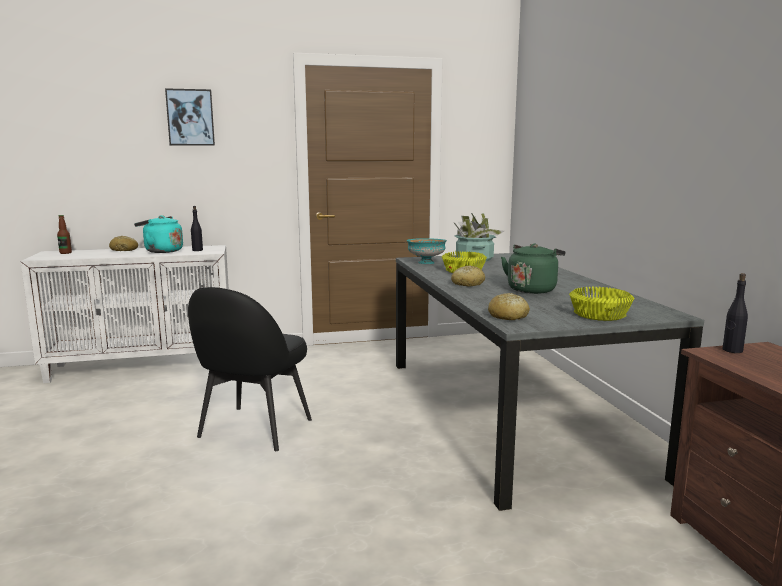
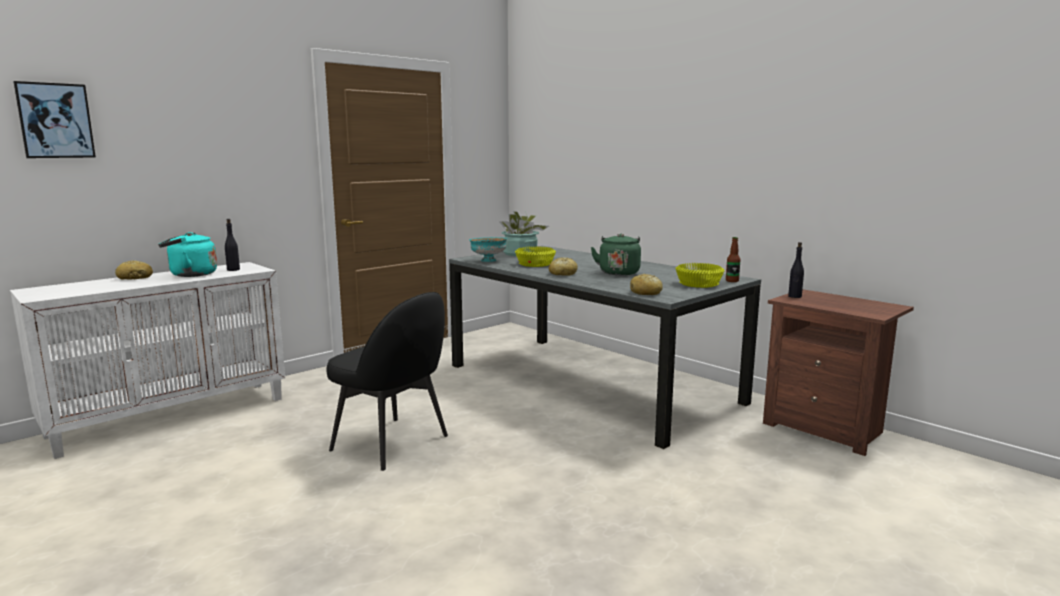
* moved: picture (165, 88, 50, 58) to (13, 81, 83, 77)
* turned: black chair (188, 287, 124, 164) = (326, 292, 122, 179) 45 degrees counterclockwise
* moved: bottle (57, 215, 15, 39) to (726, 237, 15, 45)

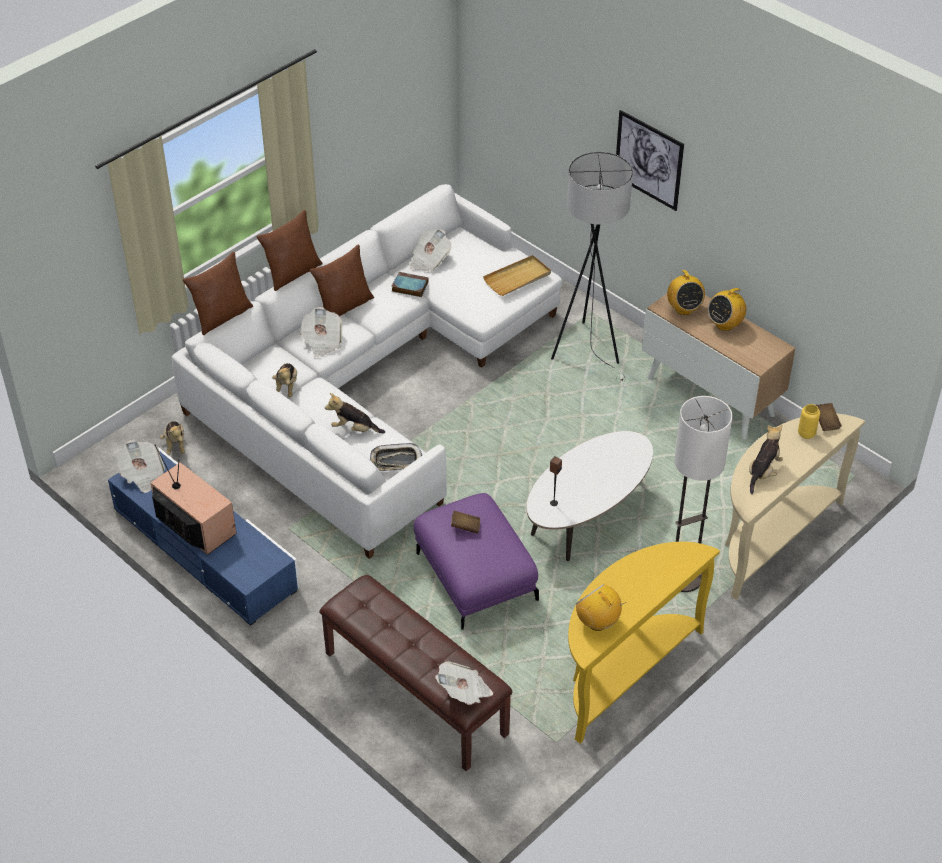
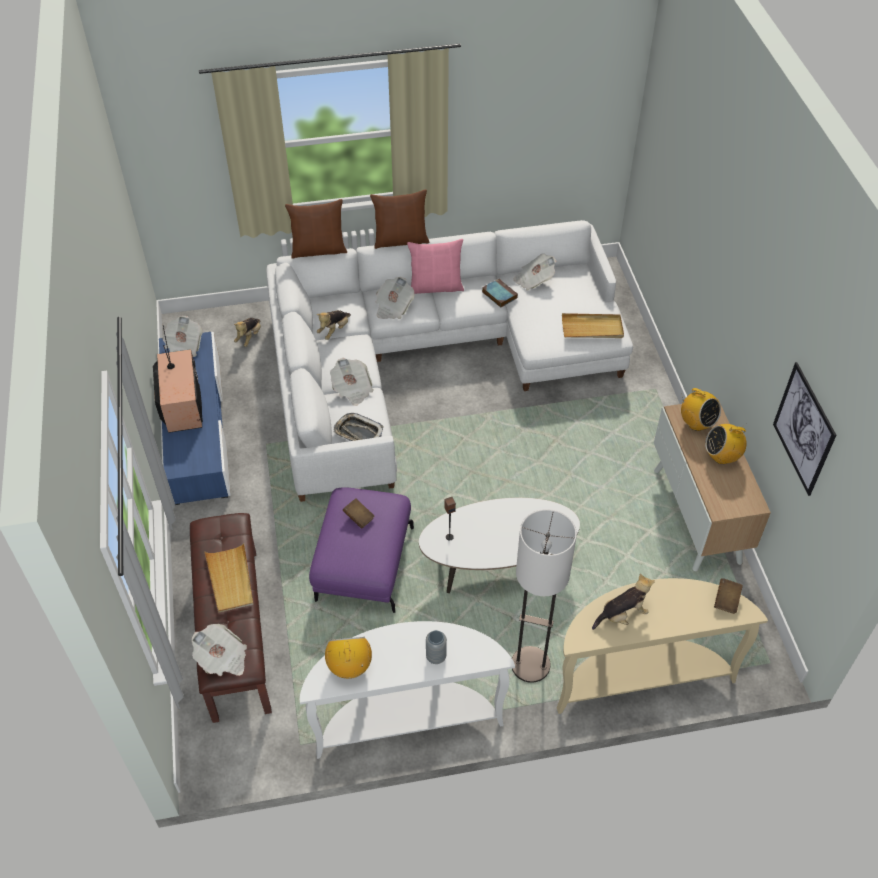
* added: beige tray (205, 543, 48, 70)
* recoloured: yellow console table (568, 542, 152, 202) to white console table (300, 621, 215, 138)
* replaced: plush toy (325, 393, 60, 40) to newspaper (330, 358, 44, 48)
* recoloured: brown pillow (310, 245, 64, 71) to pink pillow (407, 239, 57, 55)
* added: grey vase (426, 630, 21, 34)
* turned: radio (667, 270, 38, 45) = (681, 388, 40, 43) 60 degrees counterclockwise
* moved: picture (616, 110, 68, 101) to (773, 362, 63, 134)
* removed: grey floor lamp (551, 152, 82, 230)
* removed: yellow vase (798, 404, 22, 35)

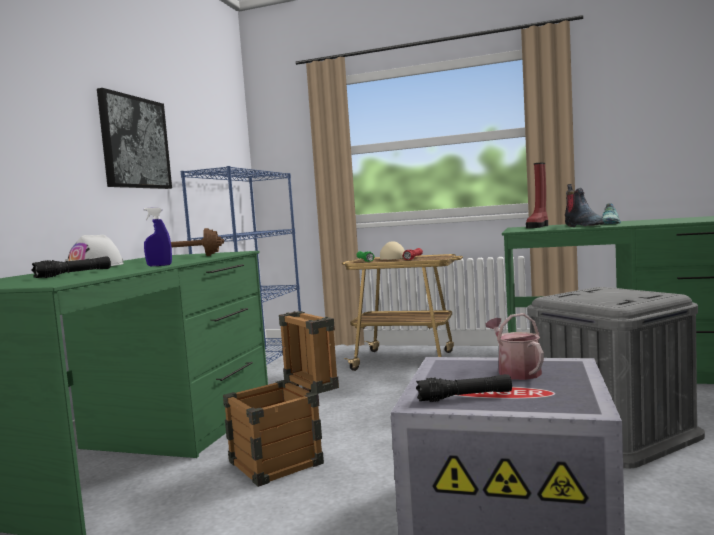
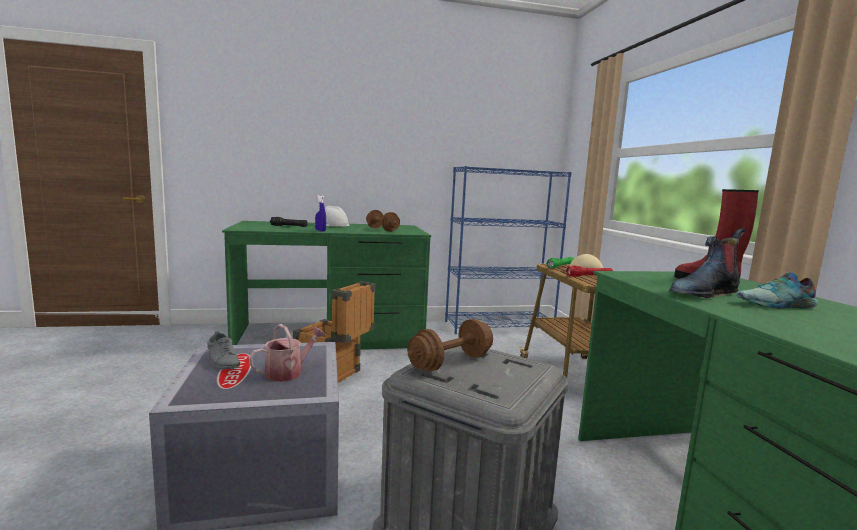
* replaced: black flashlight (416, 374, 96, 28) to grey shoe (207, 331, 33, 39)
* added: brown dumbbell (407, 319, 86, 53)
* removed: picture (97, 88, 75, 101)

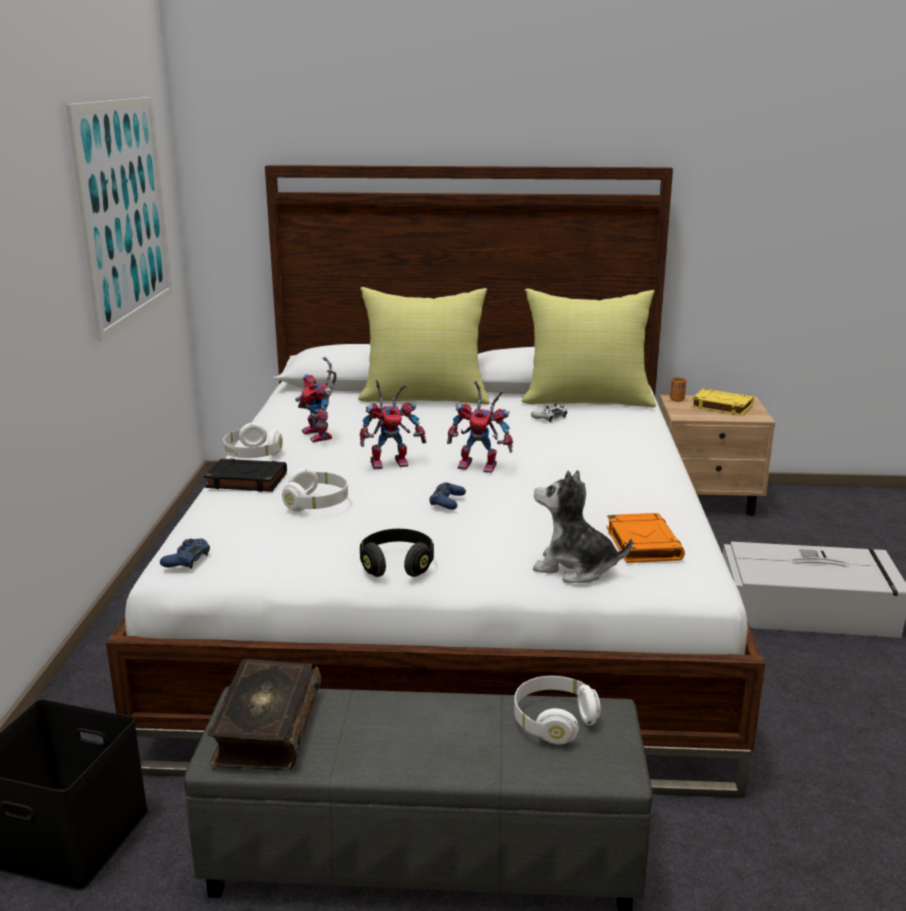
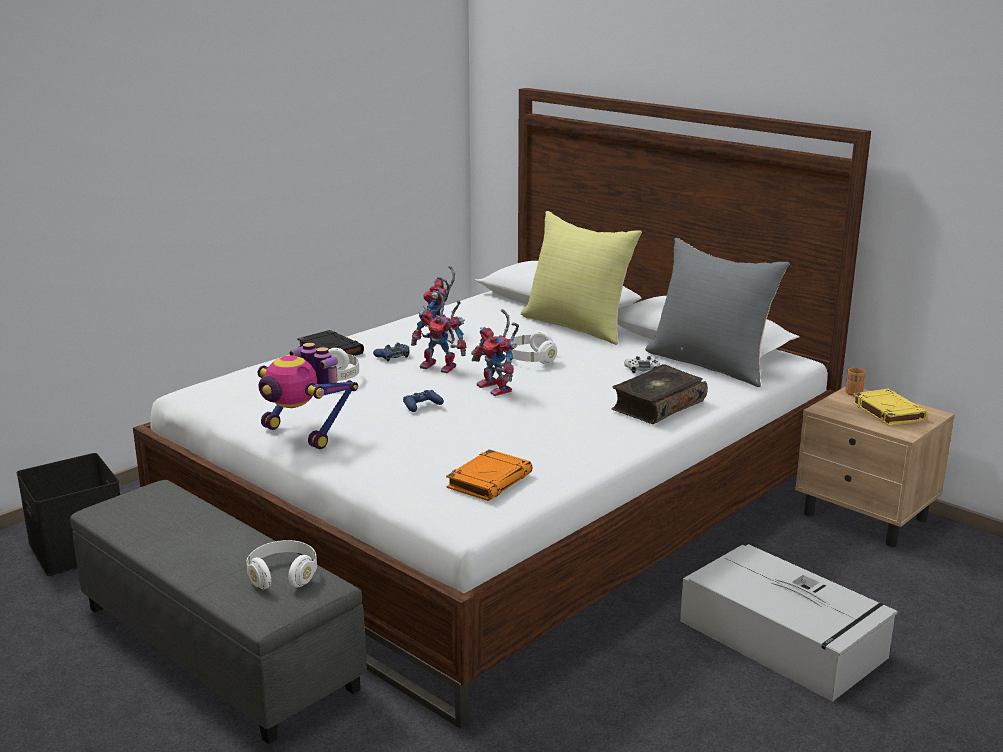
* replaced: black headphones (360, 529, 74, 48) to toy robot (258, 343, 100, 106)
* moved: blue game controller (160, 539, 50, 30) to (373, 343, 37, 18)
* moved: white headphones (223, 423, 60, 35) to (511, 331, 46, 33)
* moved: book (208, 659, 113, 112) to (611, 364, 97, 60)
* recoloured: yellow pillow (521, 288, 135, 119) to grey pillow (645, 238, 144, 149)
* removed: picture (66, 97, 107, 245)
* removed: plush toy (533, 470, 99, 113)

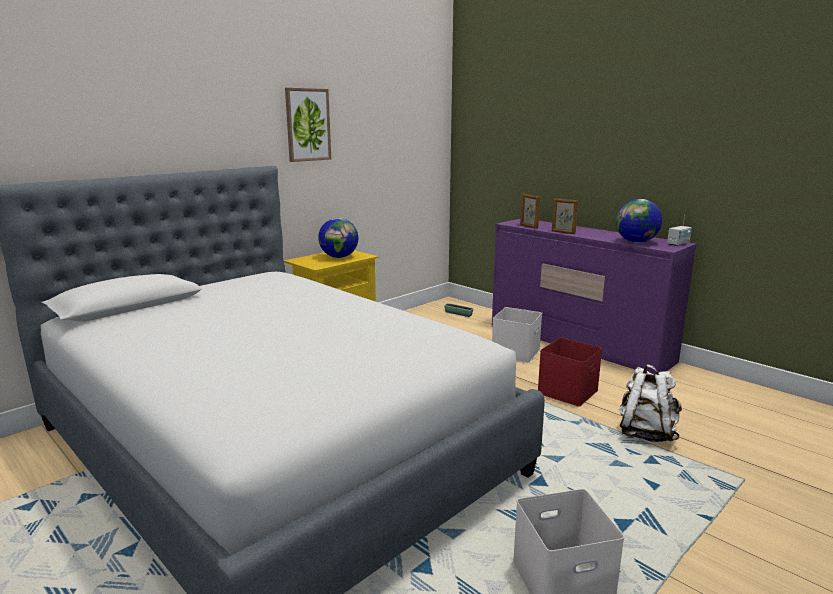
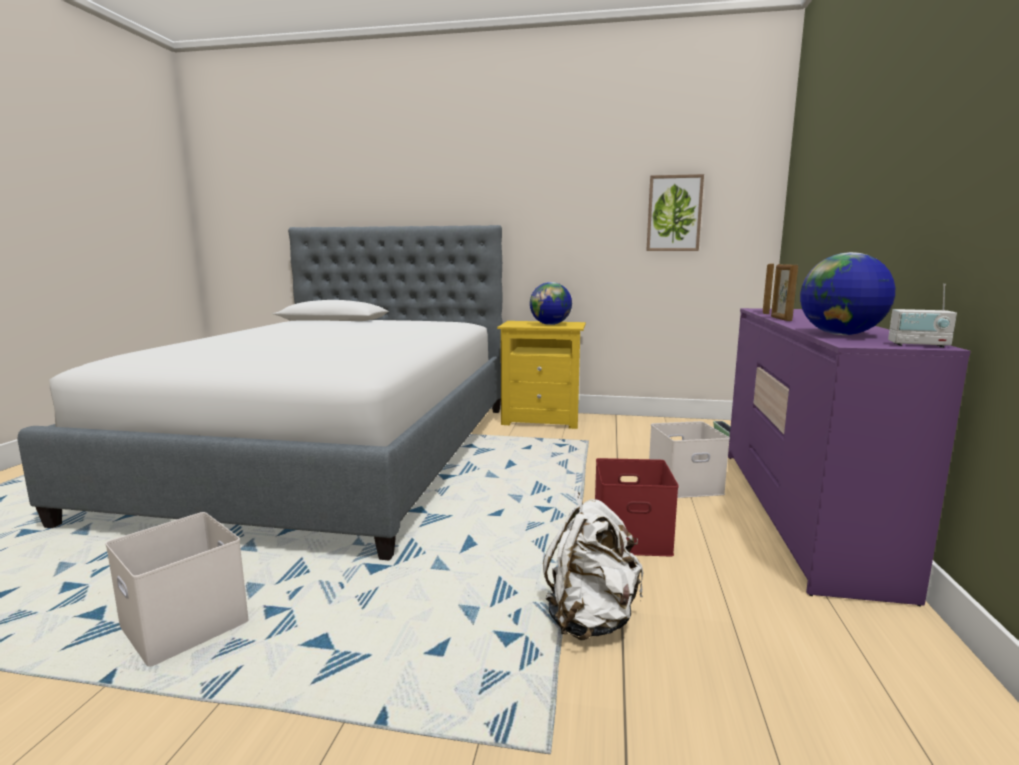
* moved: picture (285, 88, 46, 74) to (646, 174, 58, 77)

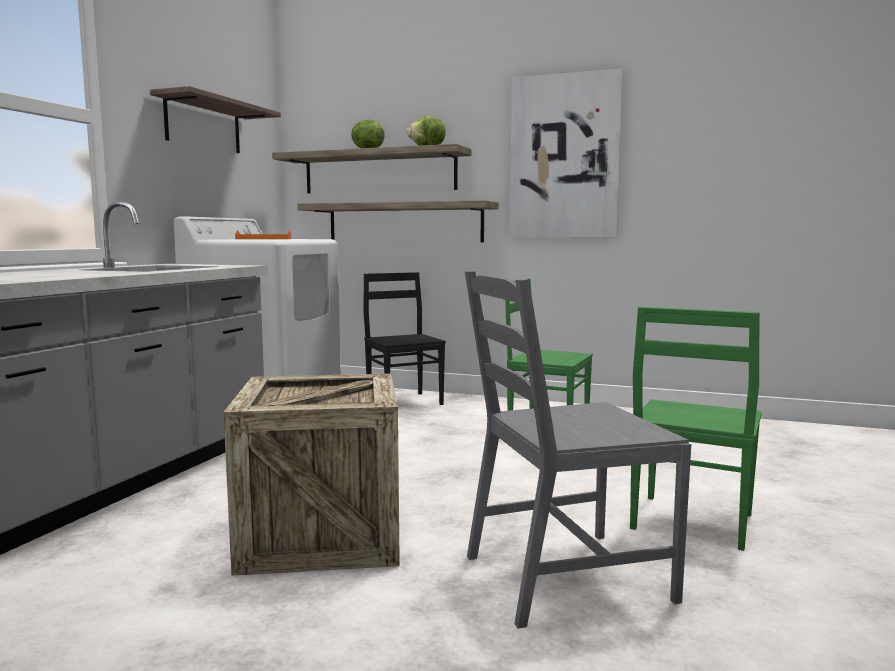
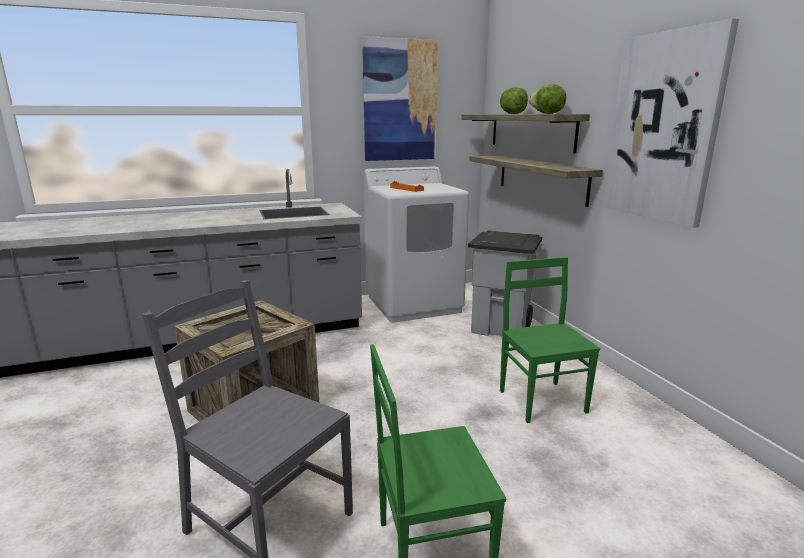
* replaced: shelf (150, 86, 131, 67) to picture (362, 36, 76, 125)
* replaced: black chair (363, 272, 83, 133) to grey trash can (468, 230, 74, 106)

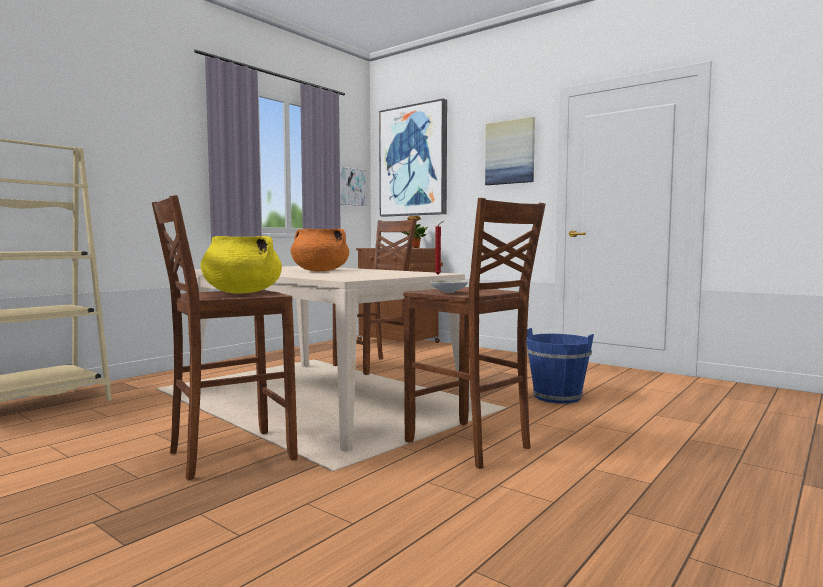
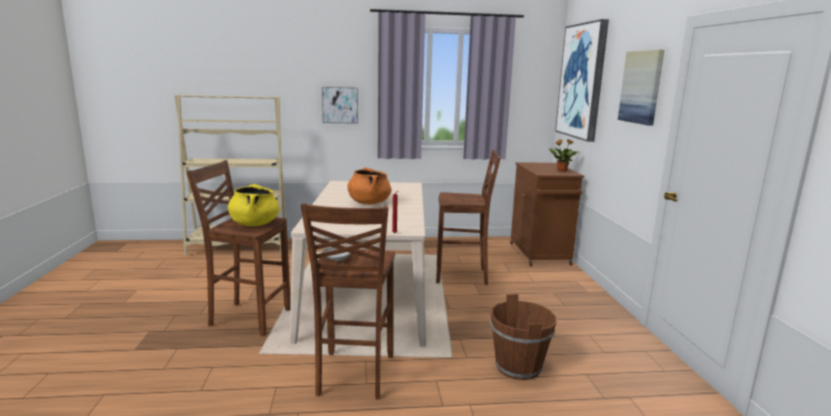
* moved: picture (340, 167, 26, 39) to (322, 87, 36, 37)
* recoloured: blue bucket (527, 328, 67, 76) to brown bucket (490, 294, 66, 86)

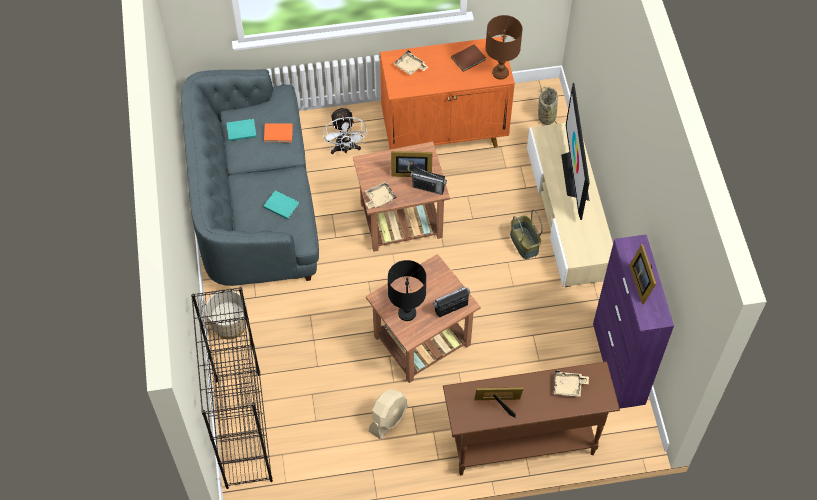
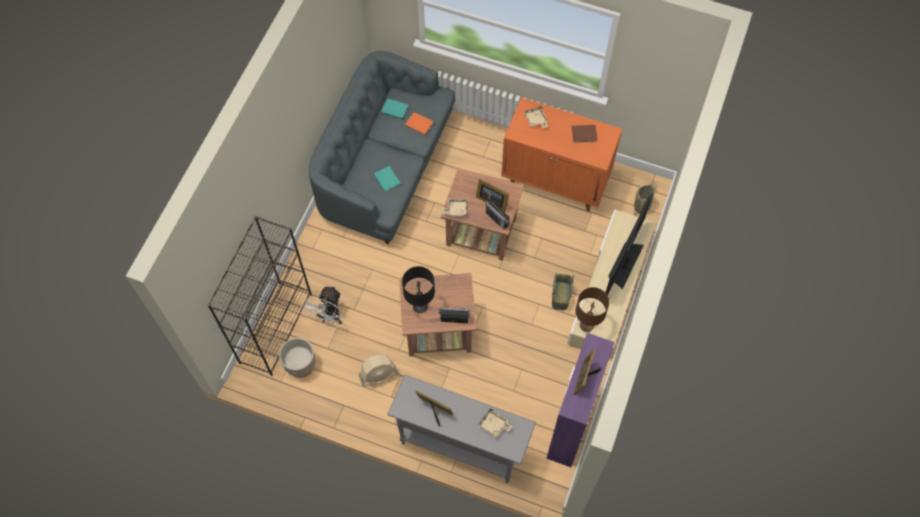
* moved: beige planter (205, 290, 43, 50) to (279, 338, 37, 40)
* moved: white fan (323, 107, 45, 47) to (303, 286, 40, 39)
* recoloured: brown console table (443, 361, 177, 114) to grey console table (387, 374, 149, 109)
* moved: brown table lamp (485, 15, 38, 64) to (575, 287, 34, 45)

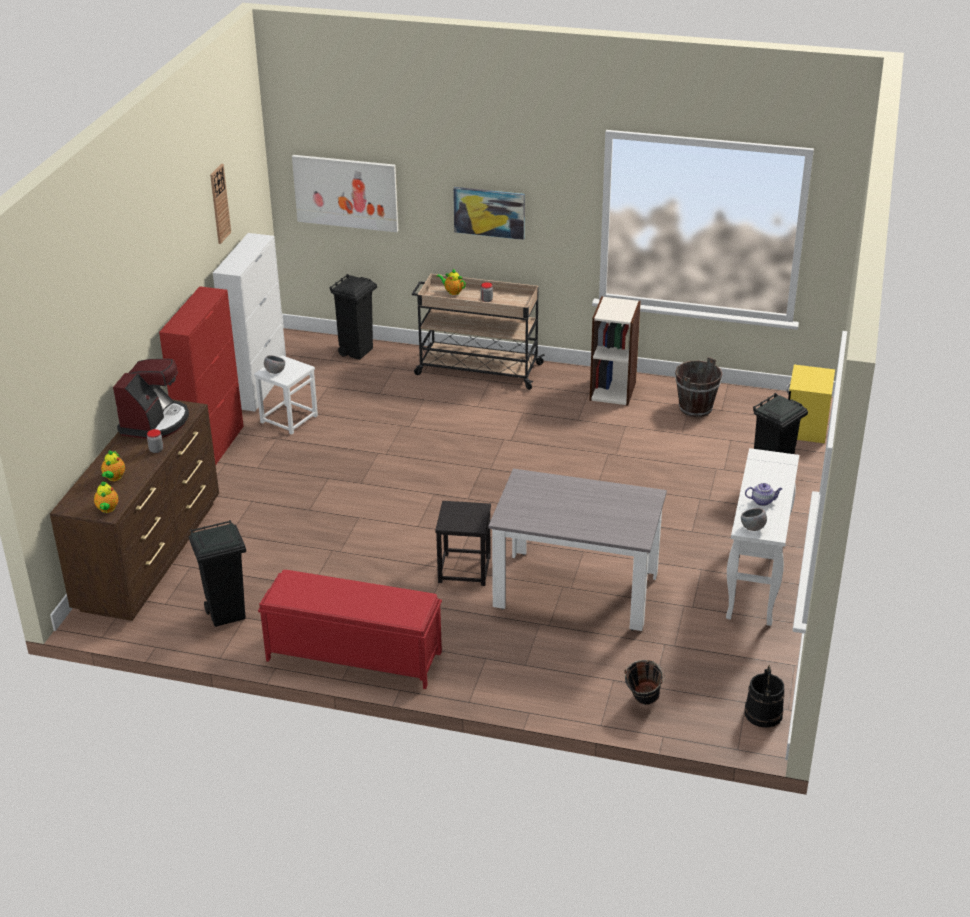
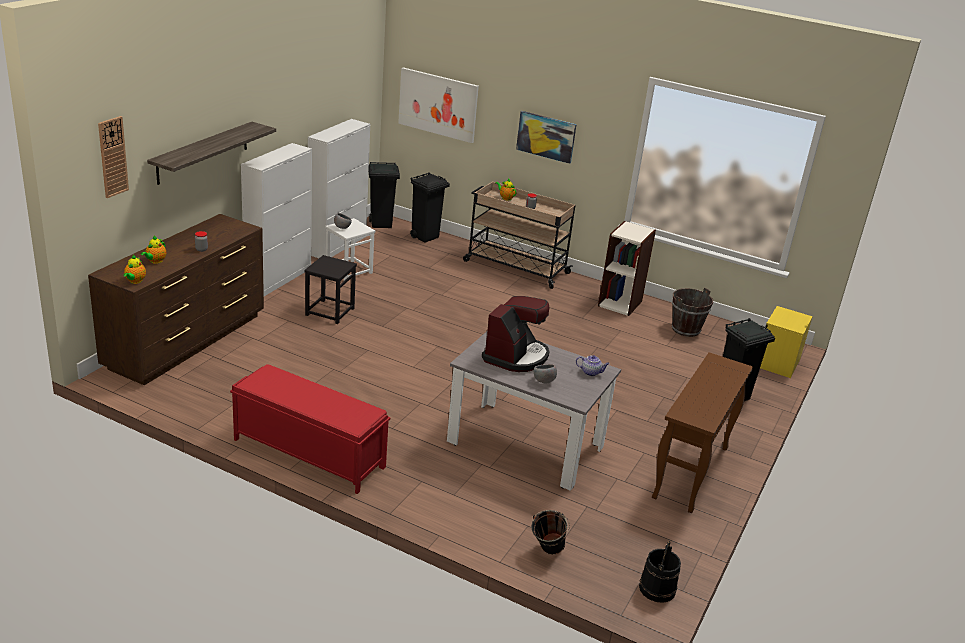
* moved: wall clock (210, 164, 21, 80) to (98, 116, 31, 82)
* added: shelf (147, 122, 129, 63)
* recoloured: red cabinet (159, 286, 85, 179) to white cabinet (241, 143, 71, 153)
* moved: black stool (435, 501, 56, 85) to (304, 255, 53, 69)
* moved: black trash can (189, 520, 57, 107) to (369, 162, 31, 66)
* moved: coffee machine (113, 359, 76, 80) to (482, 296, 68, 76)
* moved: grey bowl (741, 508, 26, 23) to (534, 364, 23, 19)
* moved: teapot (745, 483, 37, 23) to (576, 355, 34, 21)
* recoloured: white console table (726, 448, 73, 178) to brown console table (652, 352, 101, 161)

